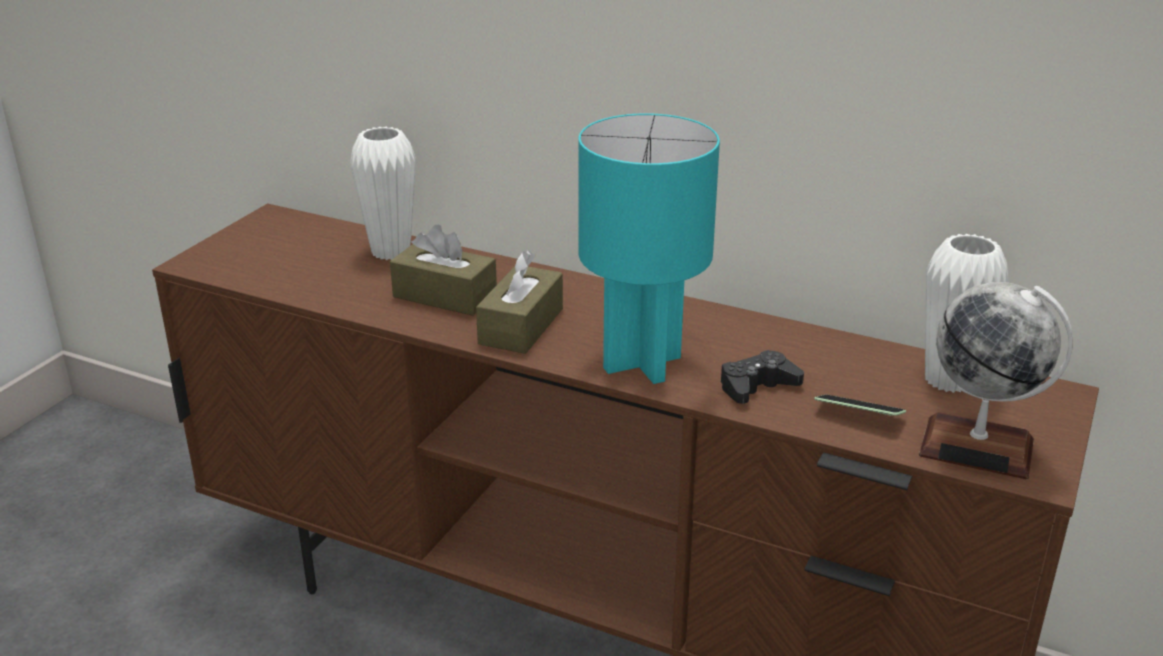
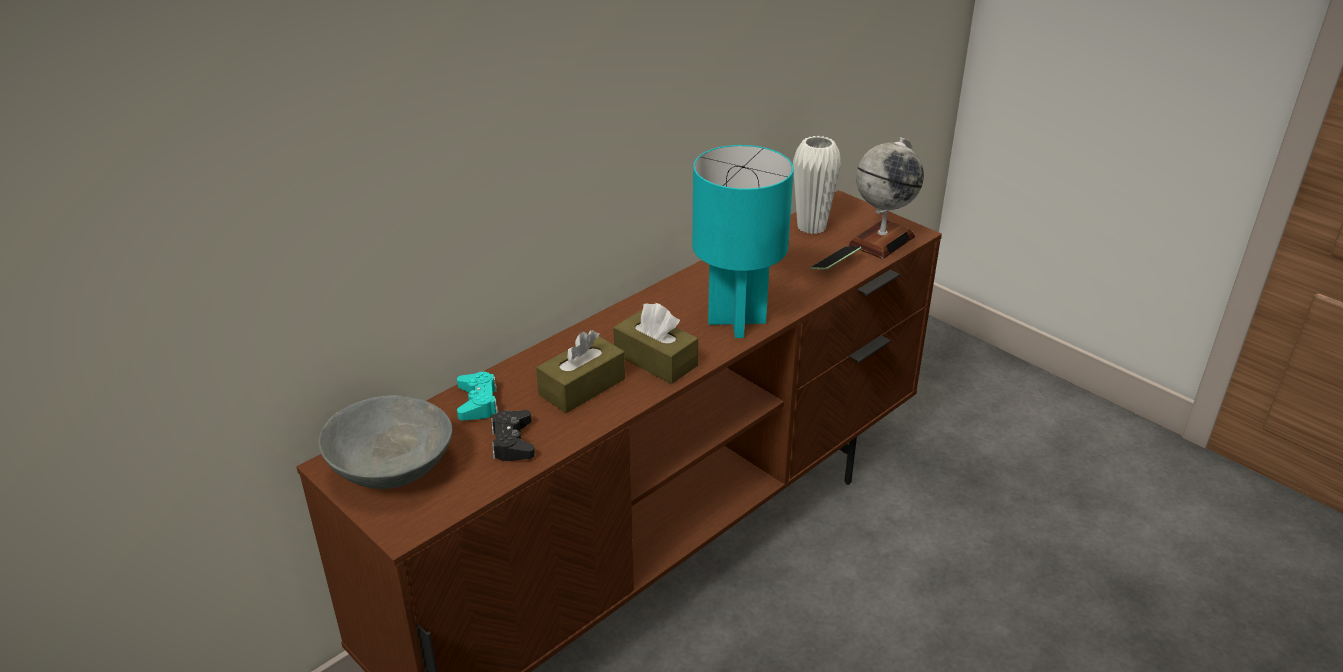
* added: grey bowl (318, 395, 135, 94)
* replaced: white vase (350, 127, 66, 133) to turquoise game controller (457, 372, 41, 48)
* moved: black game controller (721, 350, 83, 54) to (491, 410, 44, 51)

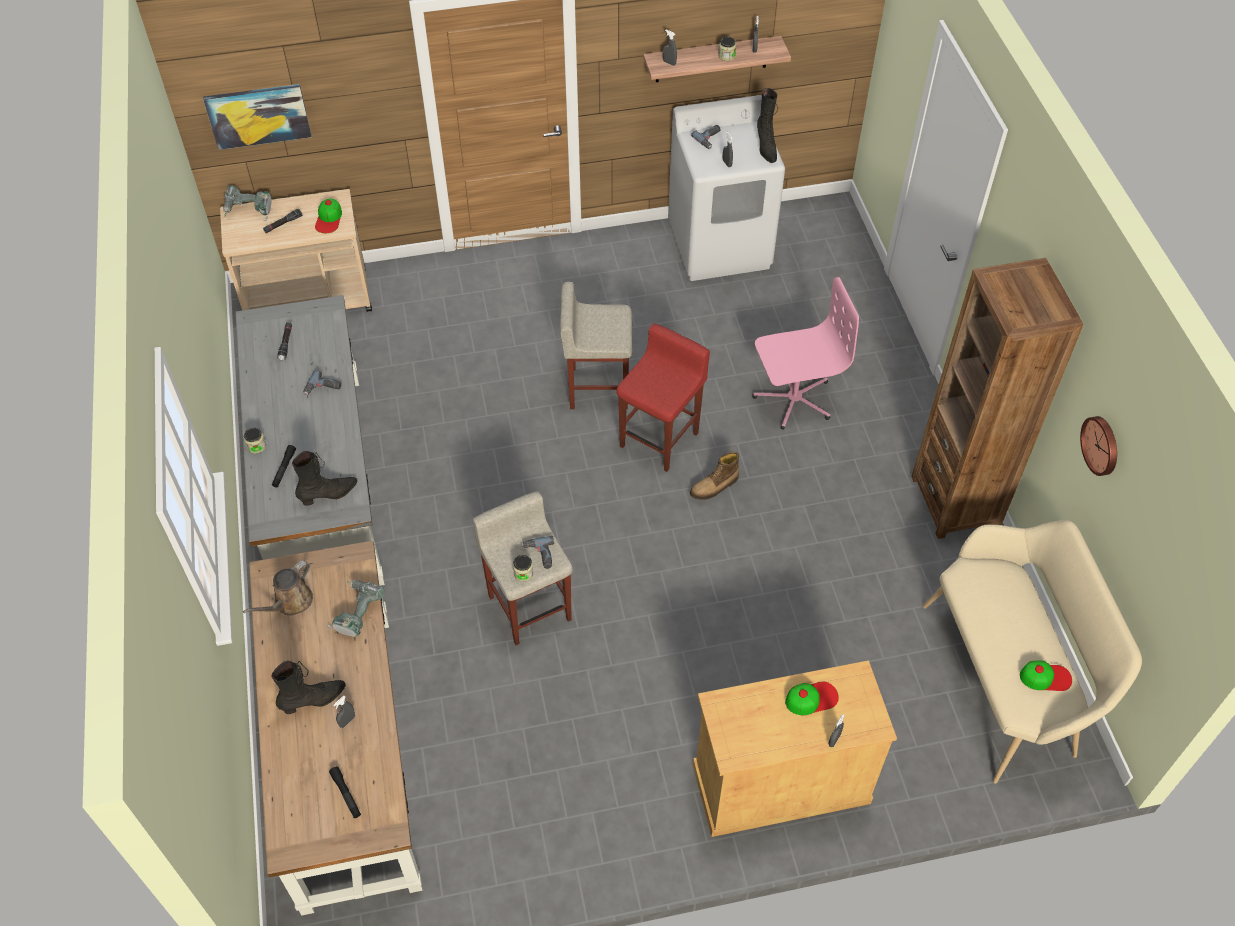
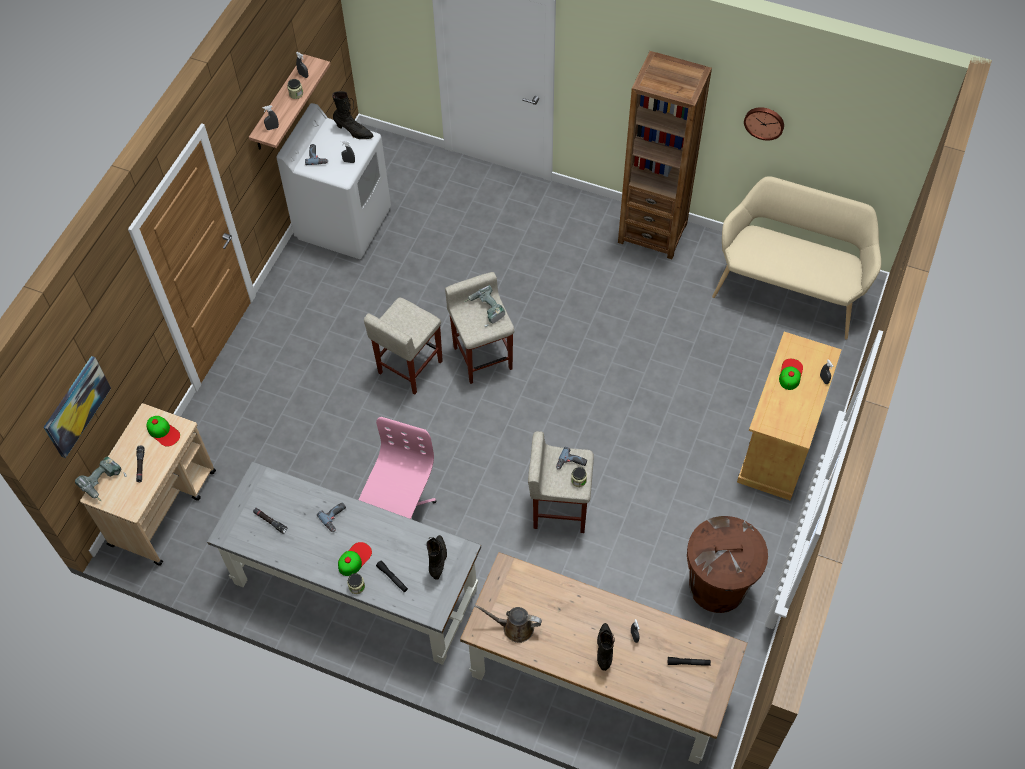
* moved: cap (1020, 661, 52, 30) to (338, 542, 34, 34)
* moved: pink office chair (752, 277, 107, 153) to (359, 417, 77, 102)
* recoloured: red stool (616, 324, 94, 148) to beige stool (445, 272, 69, 112)
* moved: power drill (328, 579, 57, 58) to (464, 285, 41, 42)
* turned: brown watering can (243, 560, 70, 56) = (475, 605, 67, 38) 120 degrees clockwise
* added: brown trash can (687, 516, 81, 97)
* removed: boot (690, 451, 49, 49)

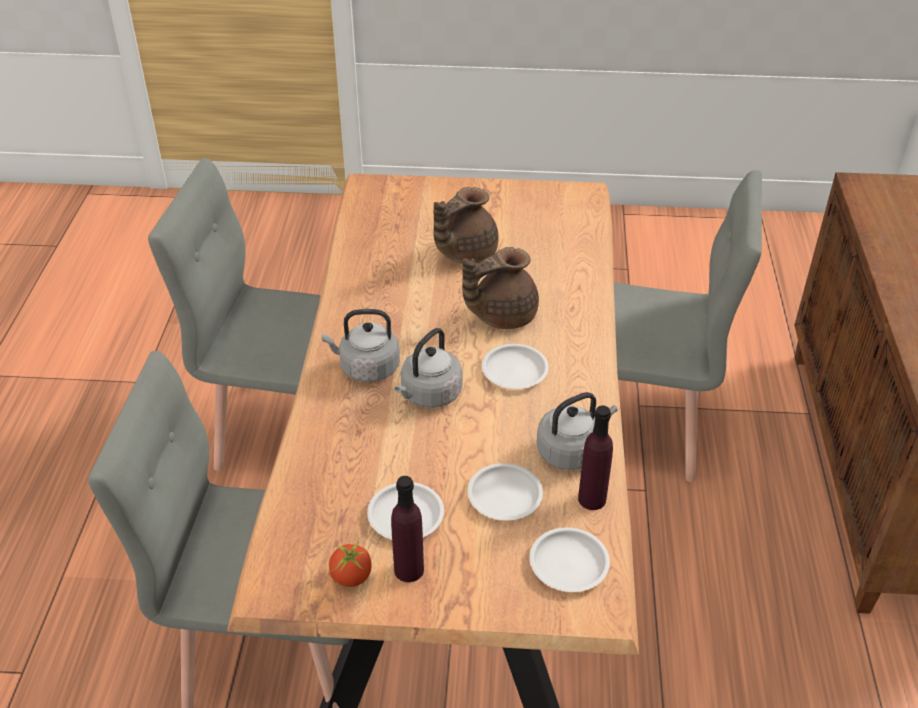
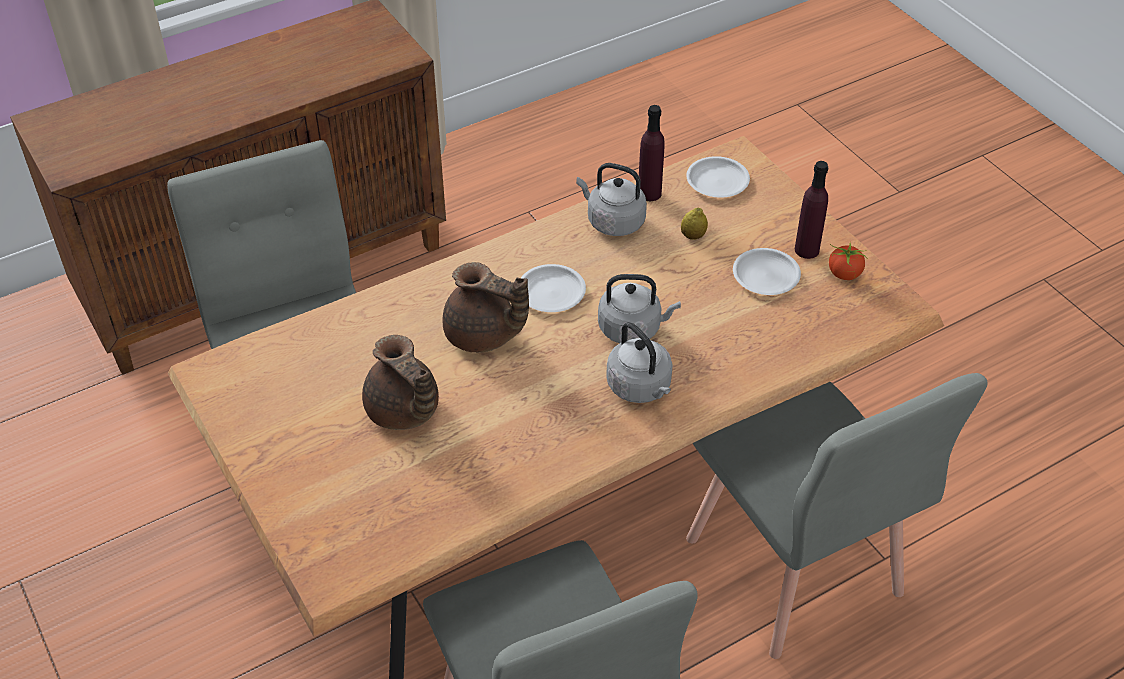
* turned: brown teapot (433, 187, 66, 77) = (362, 335, 77, 95) 45 degrees clockwise
* replaced: white plate (467, 463, 76, 58) to lemon (681, 208, 27, 32)

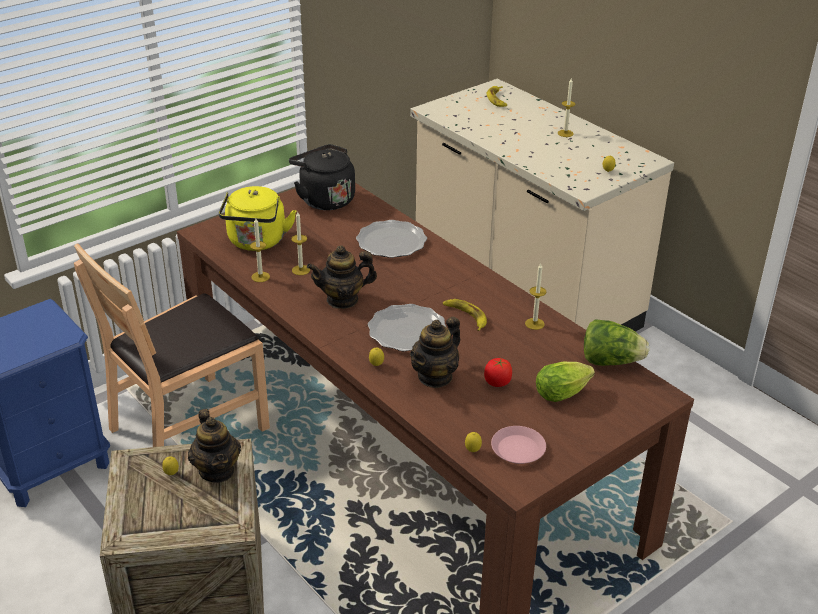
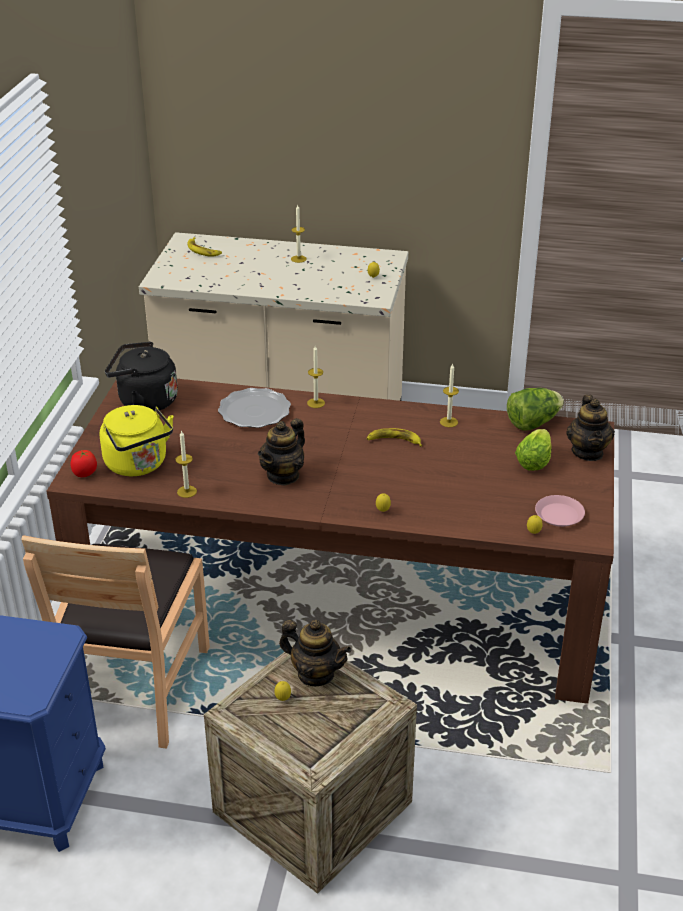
* moved: tomato (484, 358, 28, 29) to (70, 450, 27, 27)
* moved: candle (291, 212, 19, 63) to (307, 346, 18, 62)
* moved: teapot (410, 317, 50, 71) to (566, 394, 49, 67)
* removed: plate (368, 304, 78, 47)

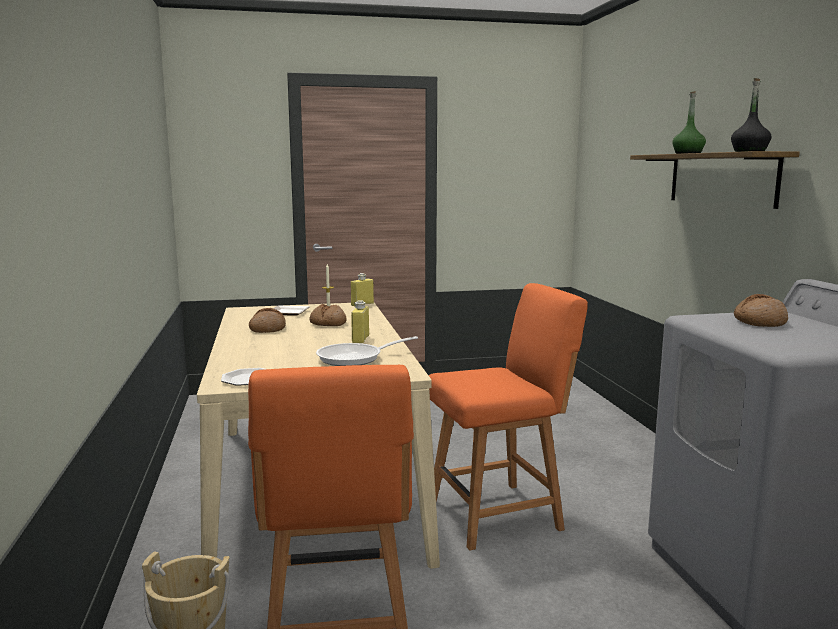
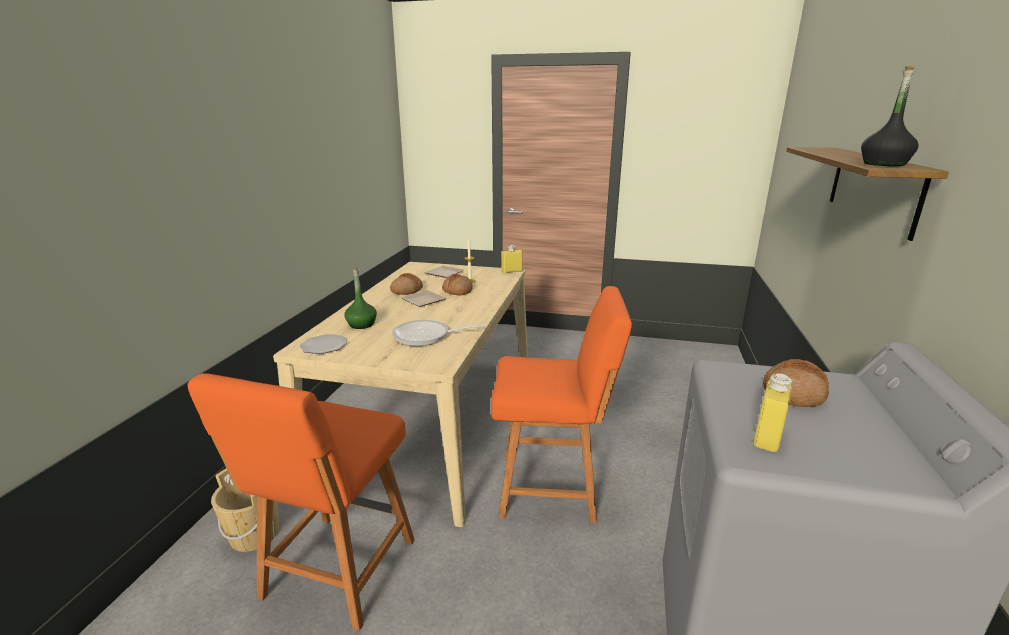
* moved: green bottle (672, 91, 34, 63) to (344, 267, 33, 62)
* added: plate (401, 290, 45, 17)
* moved: yellow bottle (351, 300, 18, 43) to (754, 373, 39, 79)

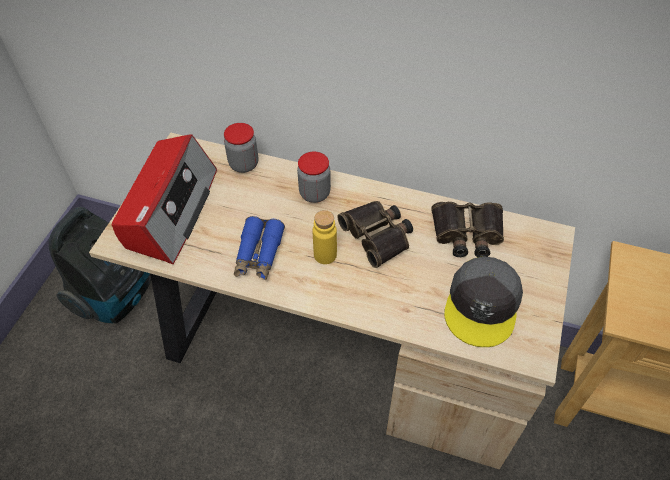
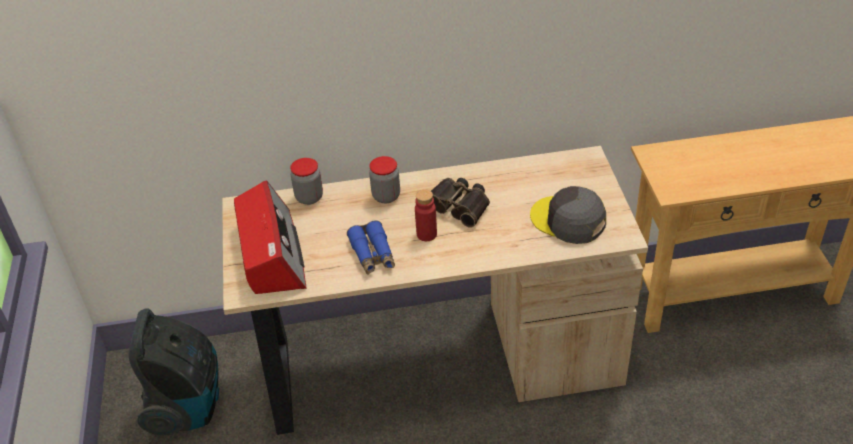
* recoloured: yellow bottle (313, 210, 24, 54) to red bottle (415, 189, 22, 52)
* turned: grey cap (444, 256, 79, 91) = (530, 186, 76, 58) 135 degrees clockwise
* removed: binoculars (431, 202, 73, 55)

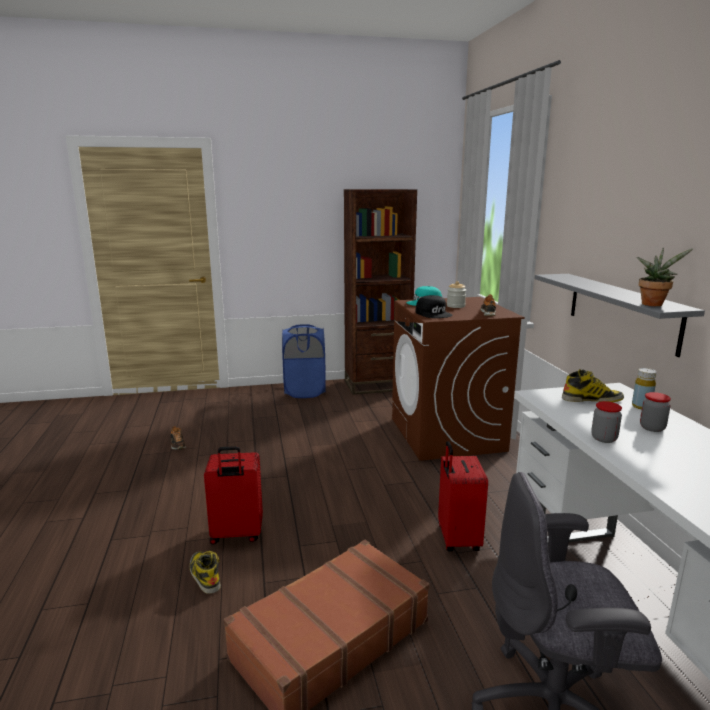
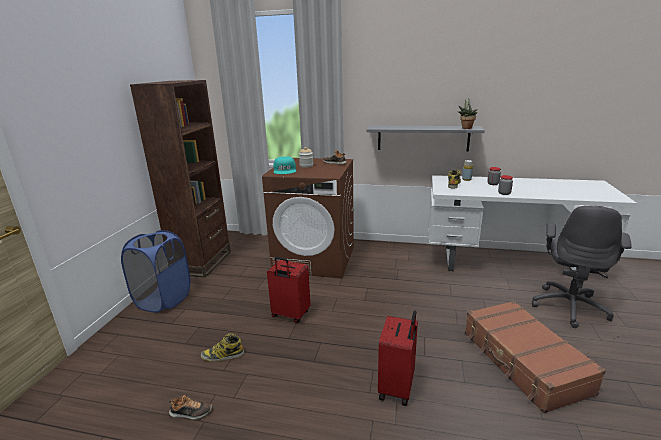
* moved: boot (190, 551, 31, 43) to (201, 333, 43, 29)
* moved: red suitcase (438, 441, 50, 111) to (267, 257, 44, 66)
* removed: black cap (416, 295, 37, 23)

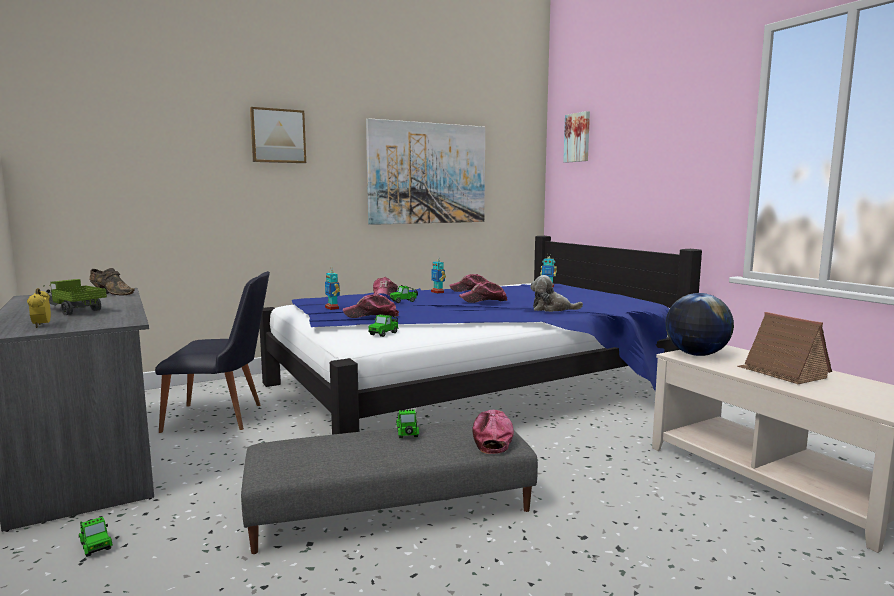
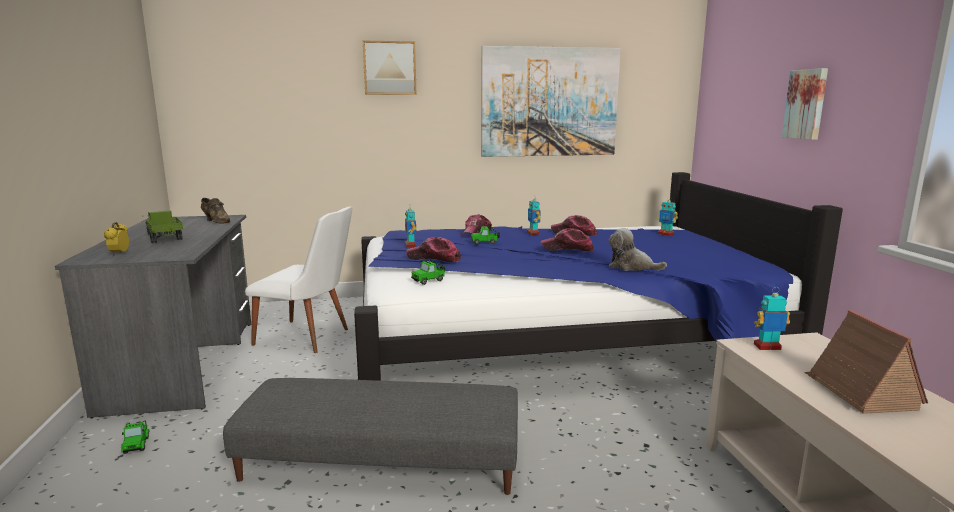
* recoloured: black chair (155, 271, 115, 162) to white chair (245, 206, 107, 147)
* replaced: globe (666, 293, 68, 63) to toy robot (754, 287, 36, 63)
* moved: picture (563, 111, 27, 52) to (782, 68, 46, 72)
* removed: toy car (396, 409, 23, 29)
* removed: cap (472, 410, 42, 44)

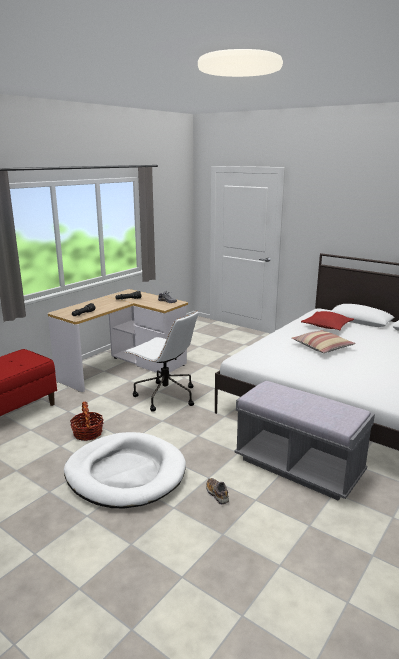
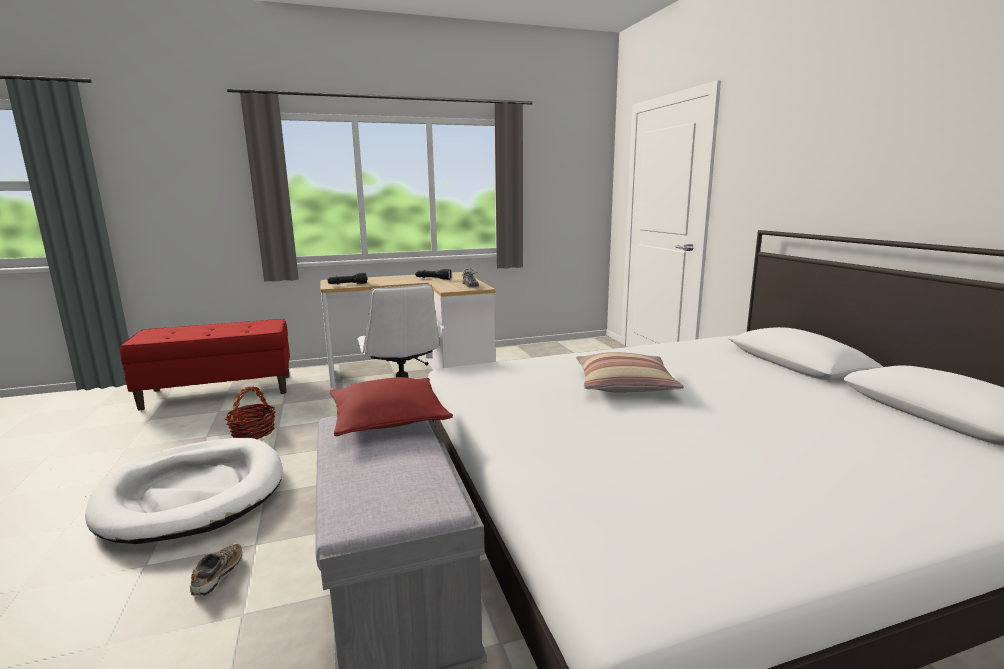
* moved: red pillow (301, 311, 53, 19) to (330, 377, 123, 59)

